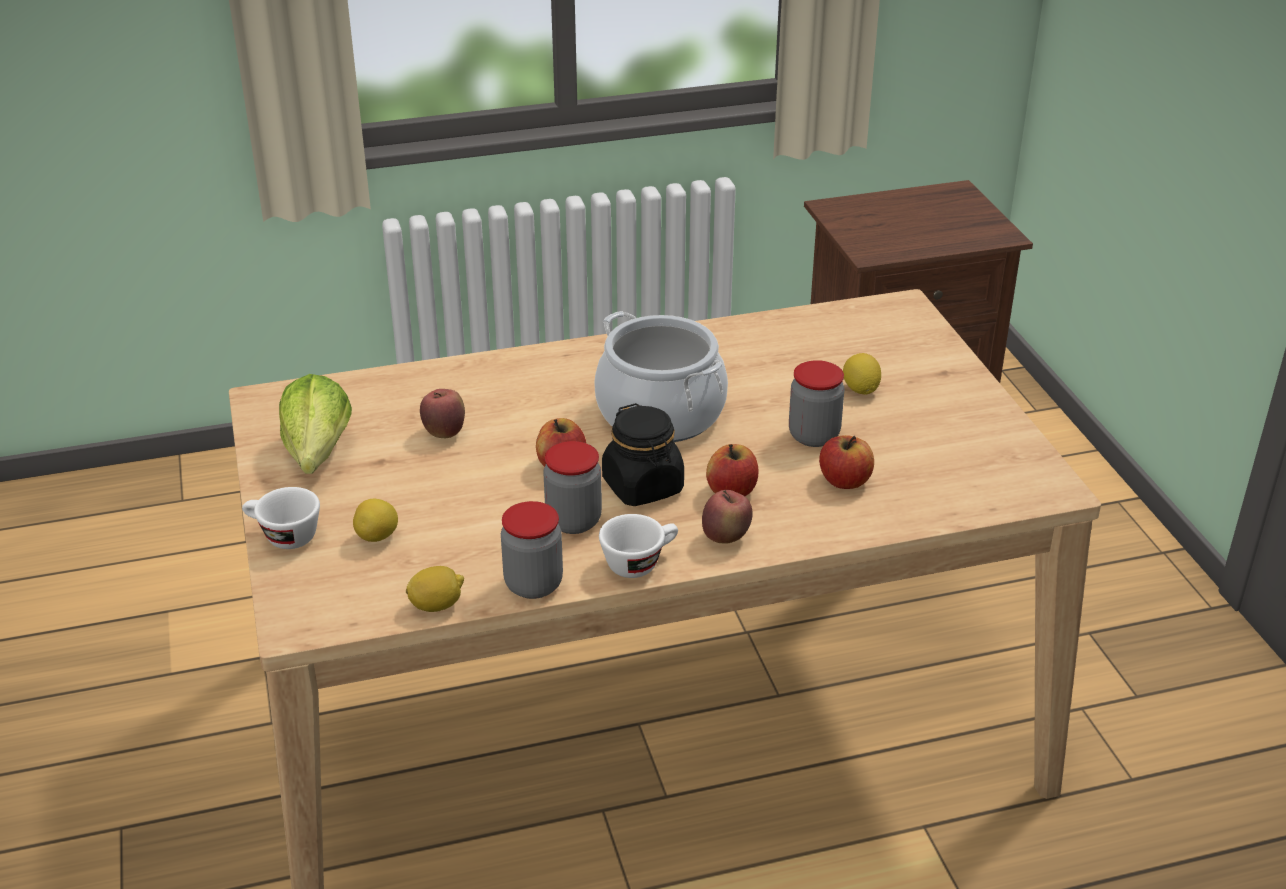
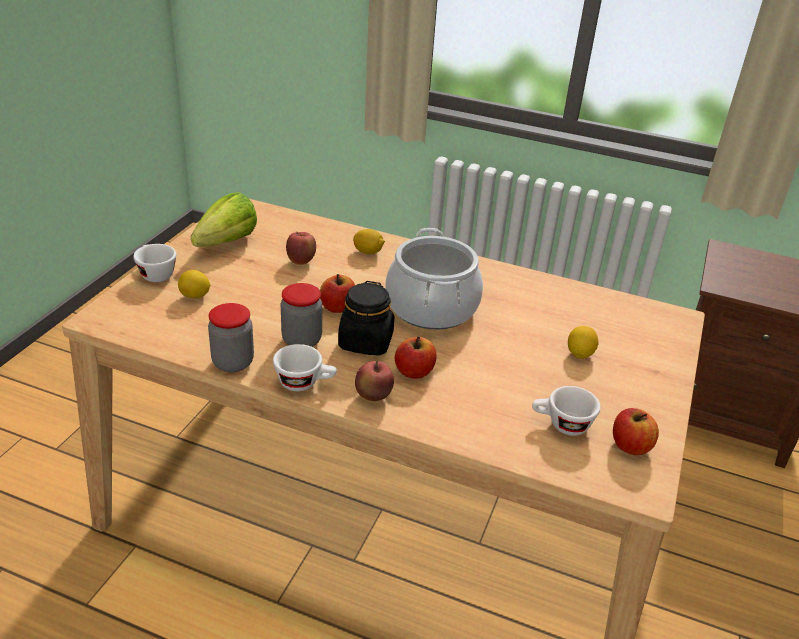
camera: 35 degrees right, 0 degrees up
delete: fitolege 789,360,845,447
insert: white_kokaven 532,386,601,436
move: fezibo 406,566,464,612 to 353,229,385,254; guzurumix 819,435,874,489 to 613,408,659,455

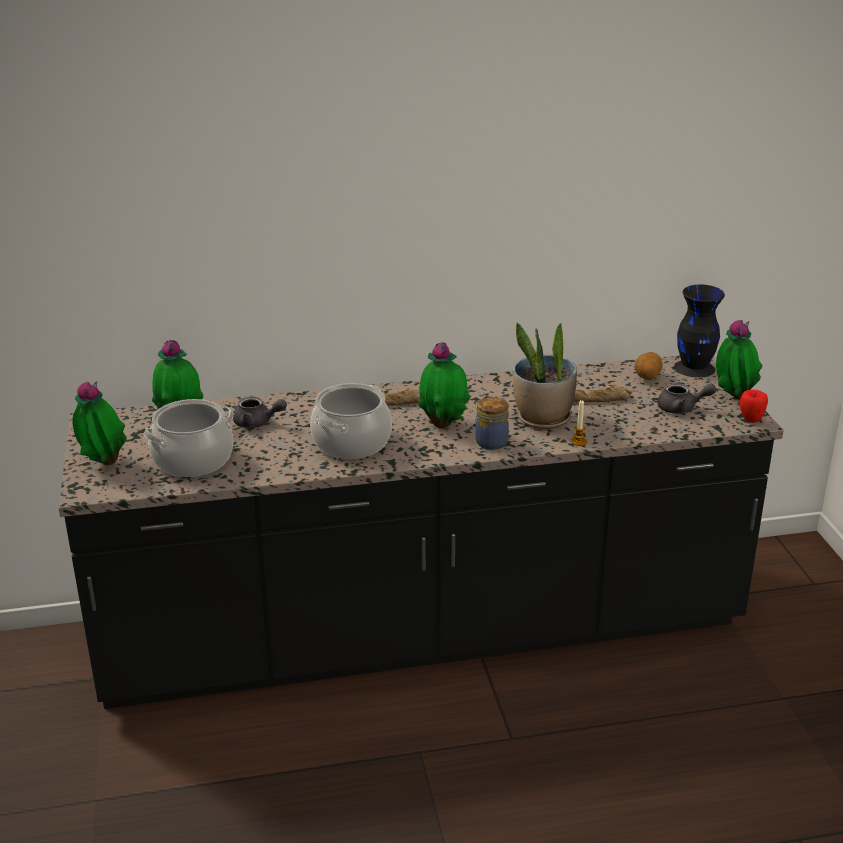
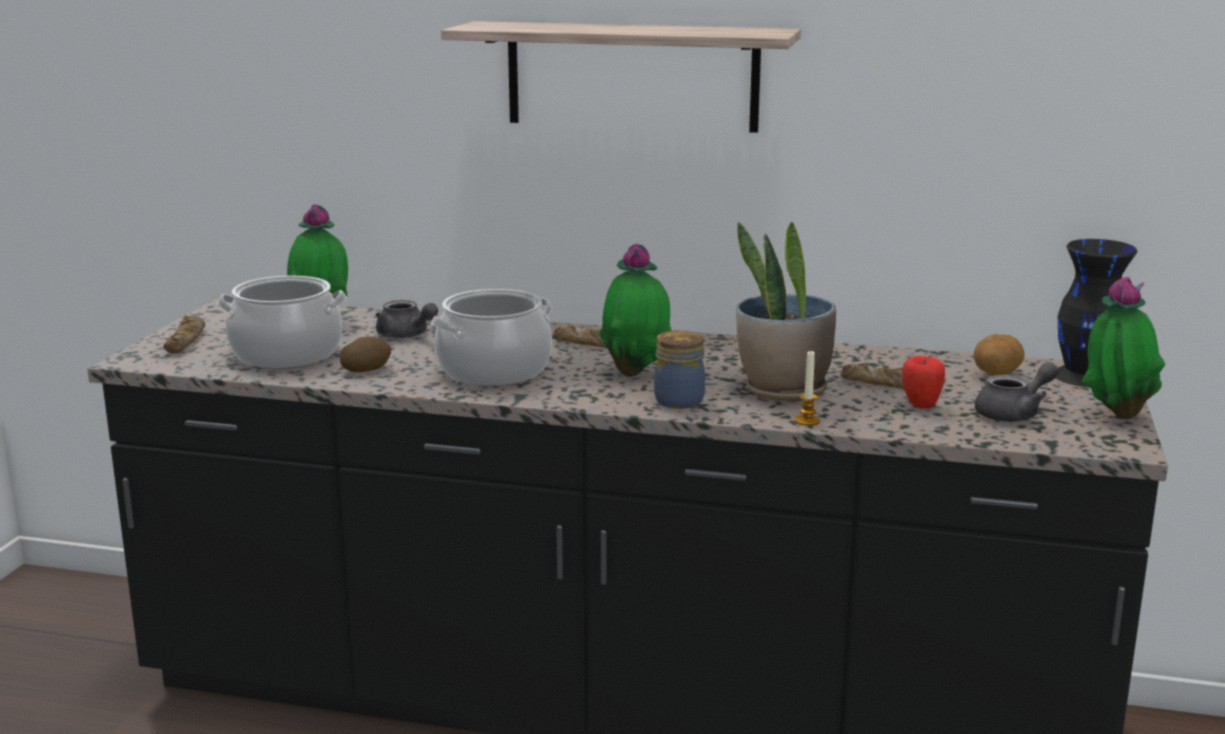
camera: 25 degrees right, 10 degrees down
insert: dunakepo 340,337,391,372; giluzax 441,21,801,133
move: guzurumix 740,390,768,423 to 902,356,945,409
replace: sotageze 72,381,127,465 to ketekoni 163,315,205,354
rotate: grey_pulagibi 657,383,716,414 = 975,362,1059,422 60 degrees counterclockwise

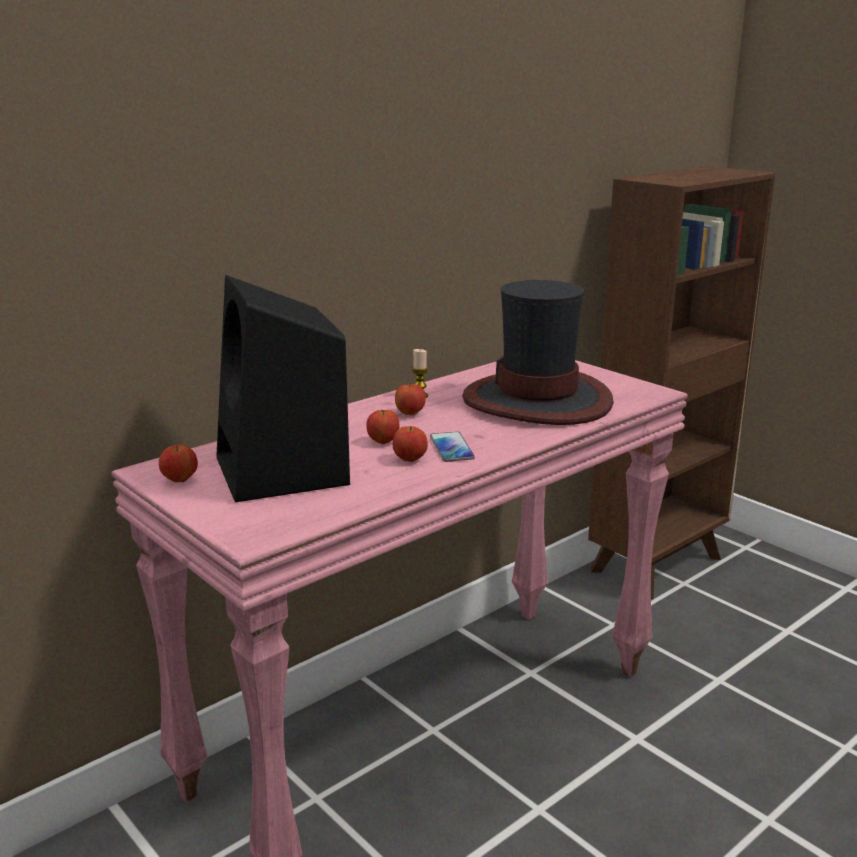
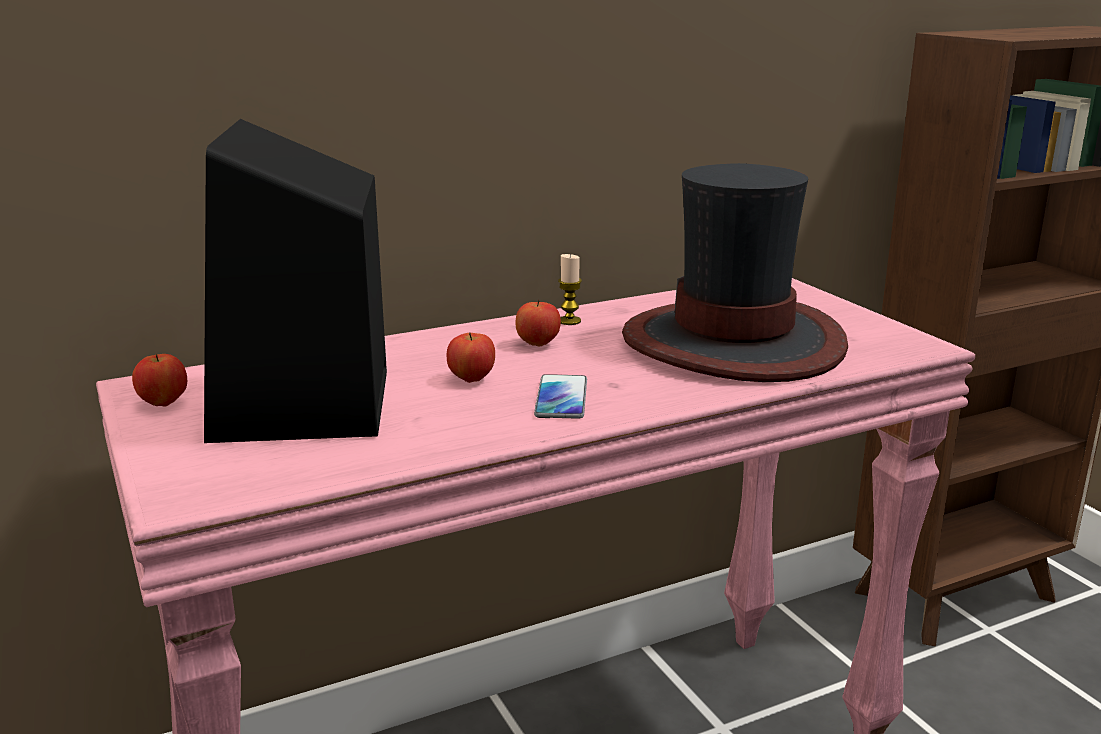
camera: 15 degrees right, 0 degrees up
delete: guzurumix 393,426,428,462

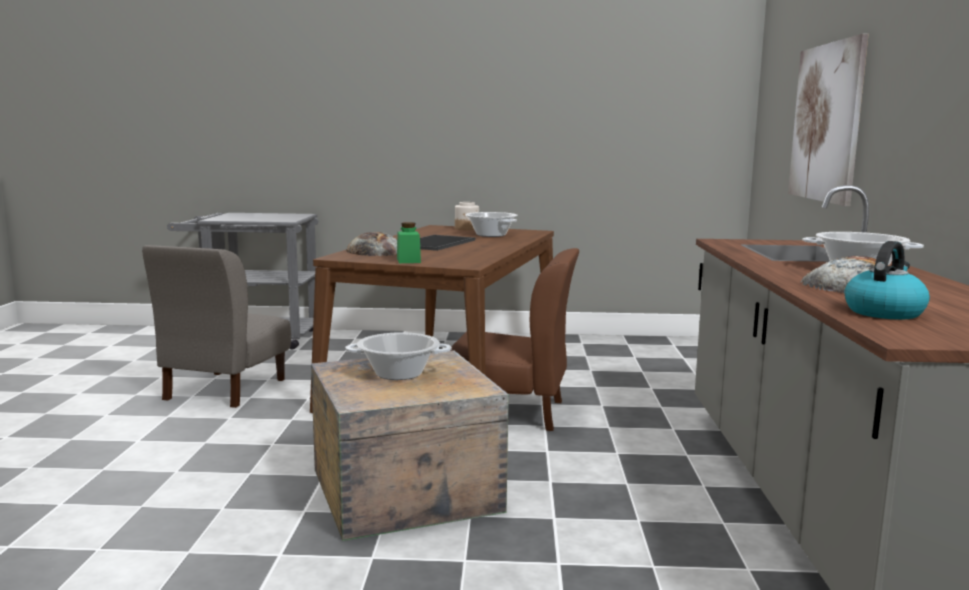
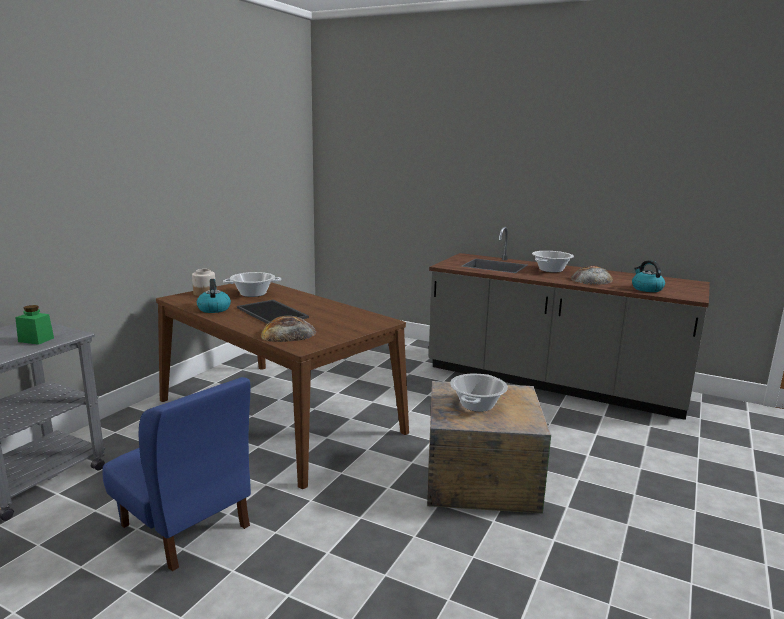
camera: 65 degrees left, 5 degrees up
delete: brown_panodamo 450,248,579,431; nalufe 788,33,868,206
insert: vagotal 197,279,231,313
move: green_fitolege 397,222,421,263 to 15,305,54,345
recolor: grey_panodamo 142,245,291,408 to blue_panodamo 103,377,251,571

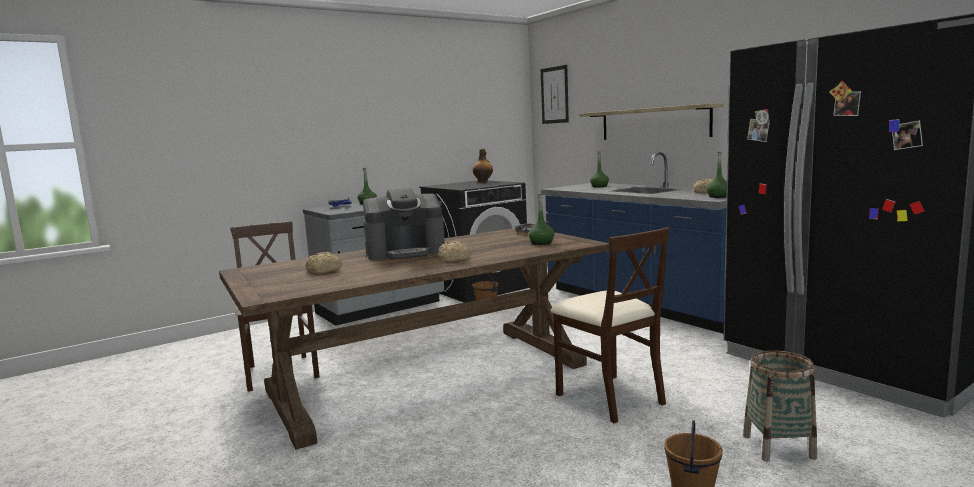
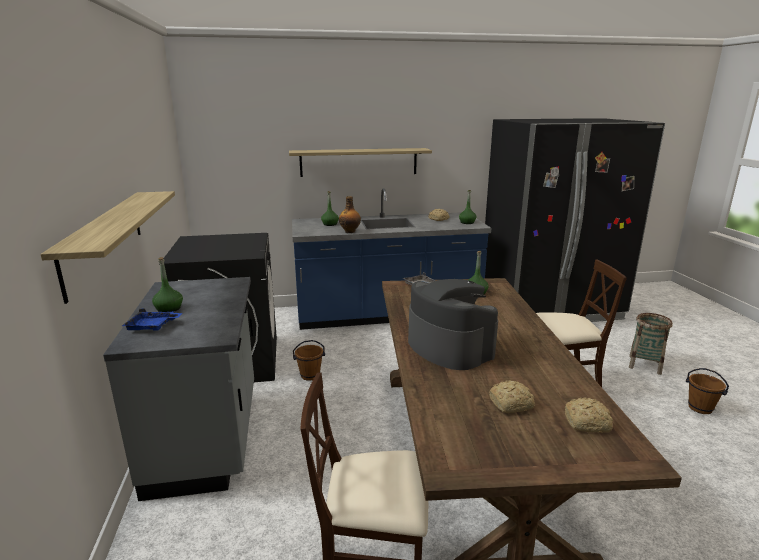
camera: 65 degrees left, 10 degrees up
delete: nalufe 541,65,569,124
insert: giluzax 40,191,175,304
move: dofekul 473,149,493,182 to 339,196,361,233; ketekoni 438,241,471,262 to 565,398,613,433
rotate: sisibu 363,188,445,260 = 408,279,498,370 45 degrees counterclockwise

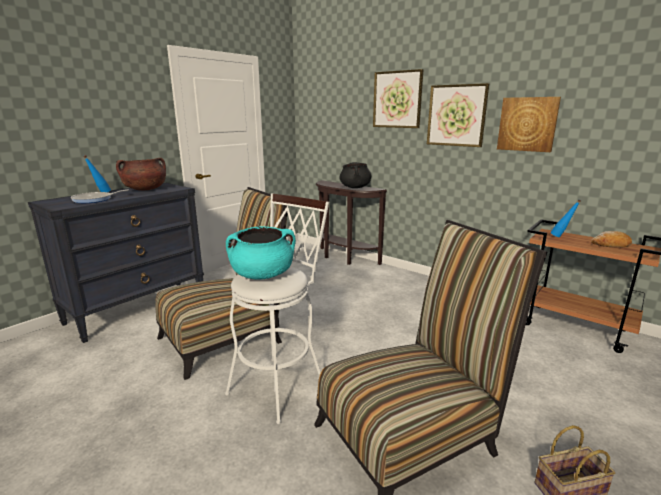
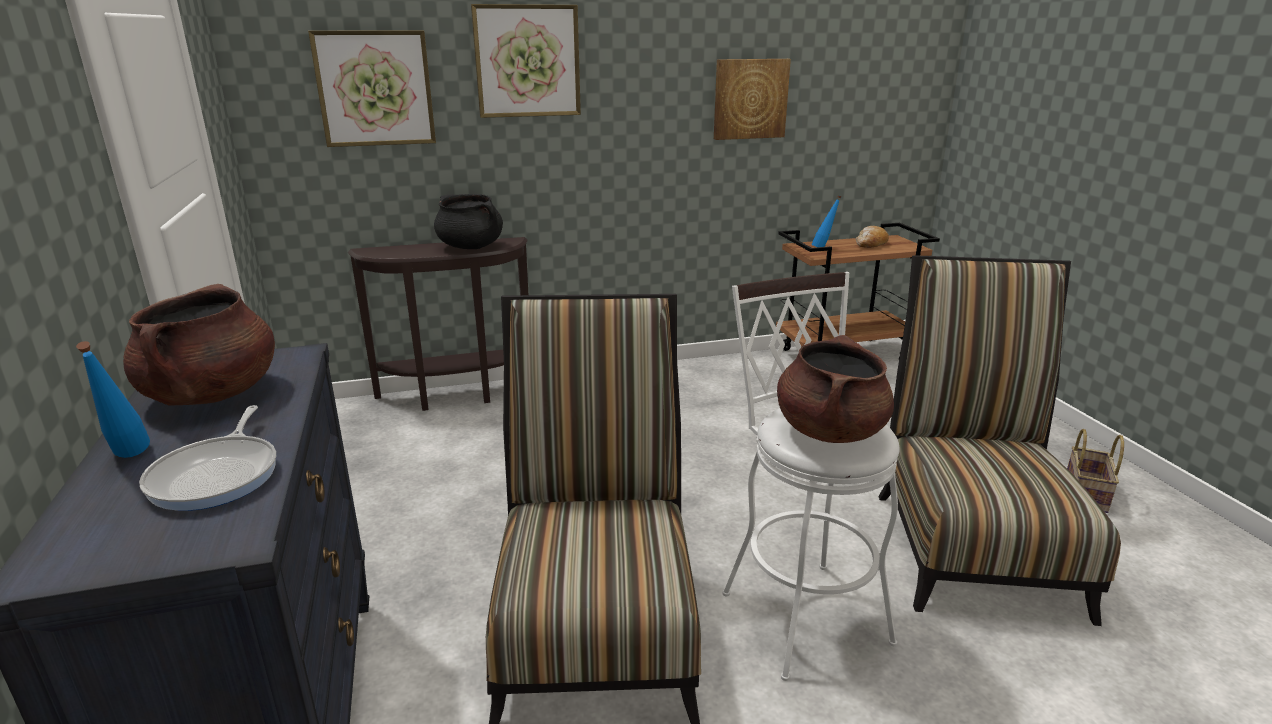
camera: 55 degrees left, 5 degrees up
move: nalufe 427,83,489,147 to 308,31,436,147
recolor: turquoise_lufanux 226,226,296,280 to brown_lufanux 777,335,894,443

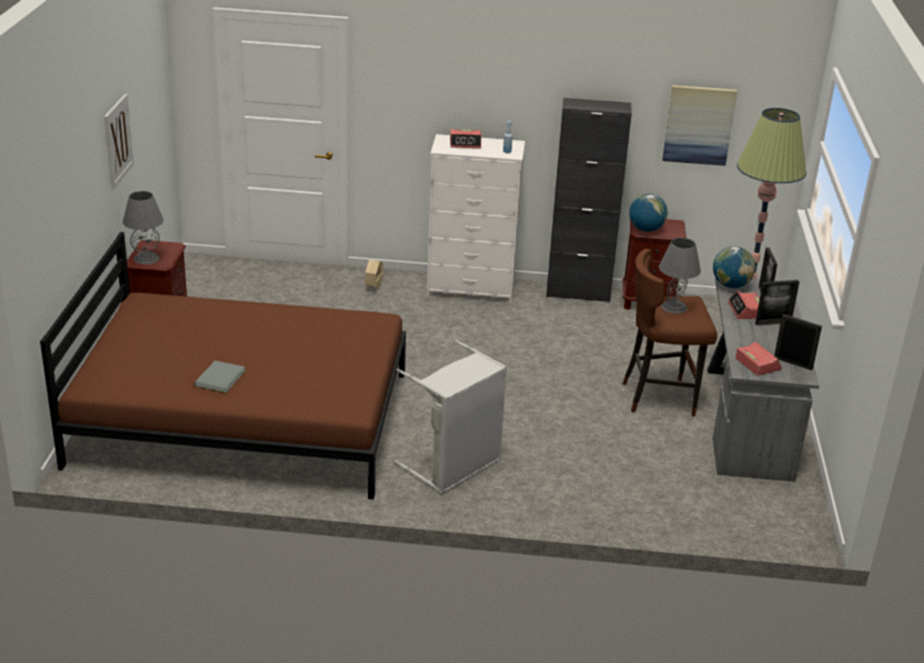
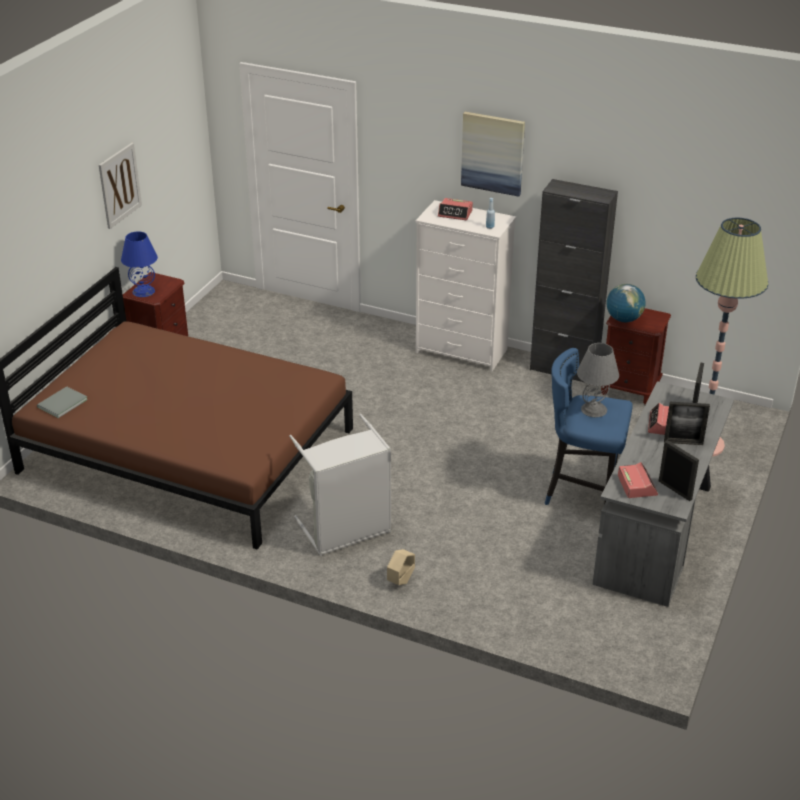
camera: 20 degrees right, 5 degrees up
delete: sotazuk 713,246,756,288
move: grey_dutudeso 194,361,246,393 to 37,386,88,418; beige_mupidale 365,259,383,288 to 387,549,415,585; nalufe 663,85,737,166 to 461,112,525,197
recolor: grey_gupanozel 123,191,164,264 to blue_gupanozel 121,231,158,297; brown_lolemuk 623,249,717,417 to blue_lolemuk 545,348,633,505

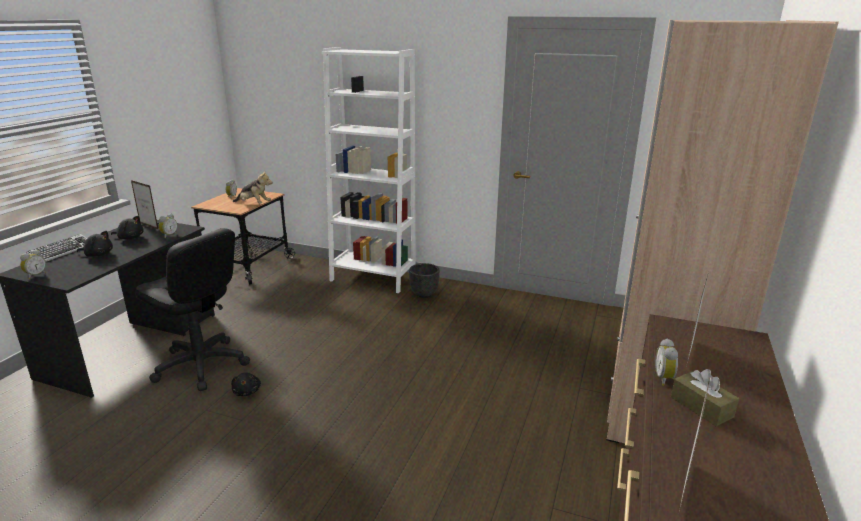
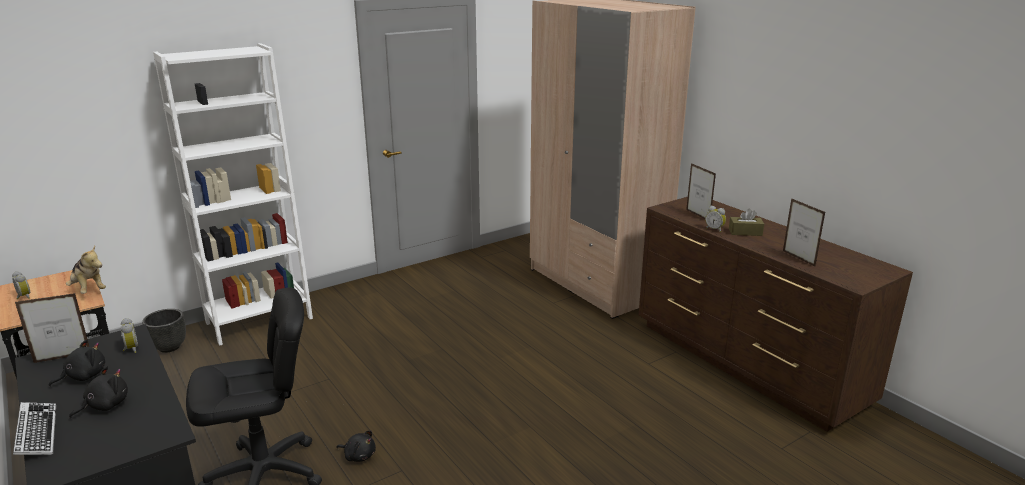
camera: 55 degrees left, 0 degrees up
delete: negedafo 20,250,46,279
move: black_mupidale 409,263,440,298 to 142,309,186,353
rotate: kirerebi 233,171,273,203 = 66,246,106,294 75 degrees clockwise

